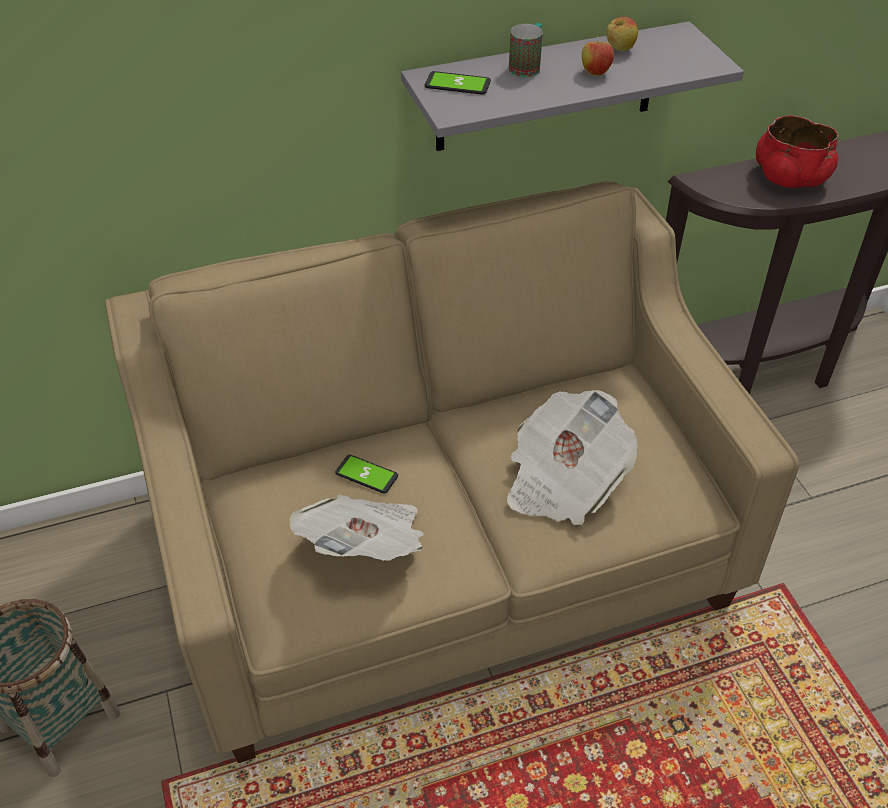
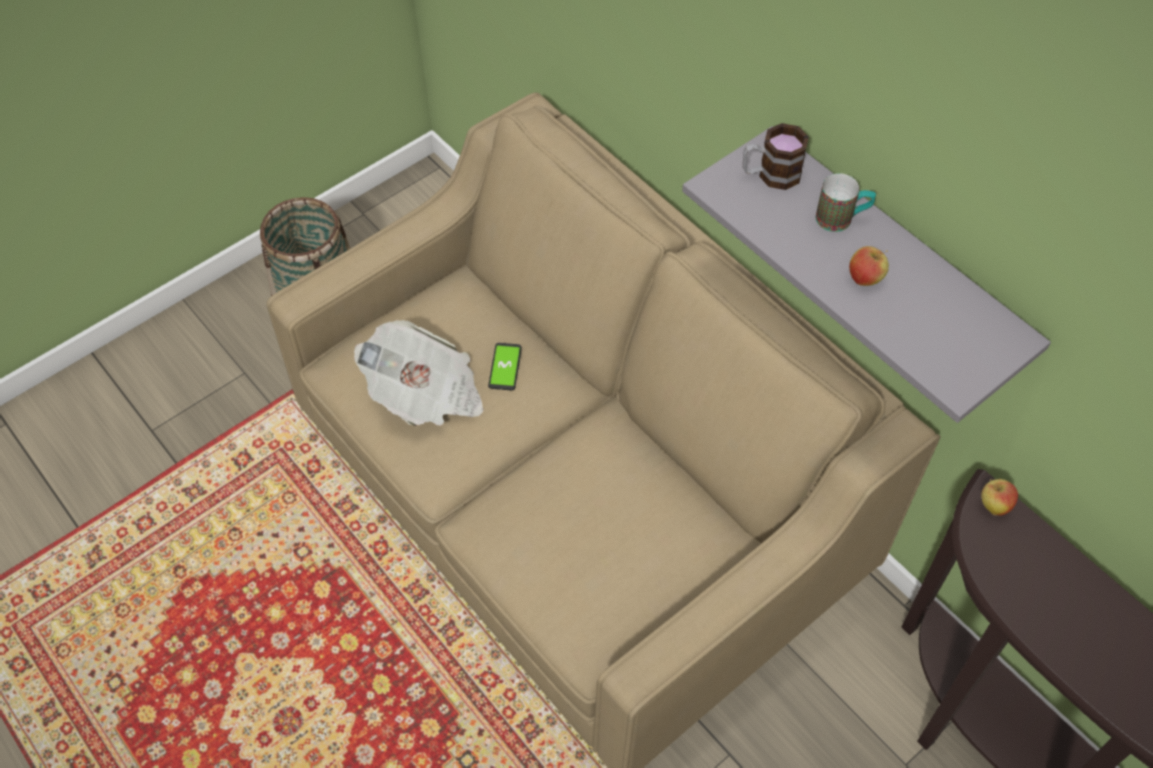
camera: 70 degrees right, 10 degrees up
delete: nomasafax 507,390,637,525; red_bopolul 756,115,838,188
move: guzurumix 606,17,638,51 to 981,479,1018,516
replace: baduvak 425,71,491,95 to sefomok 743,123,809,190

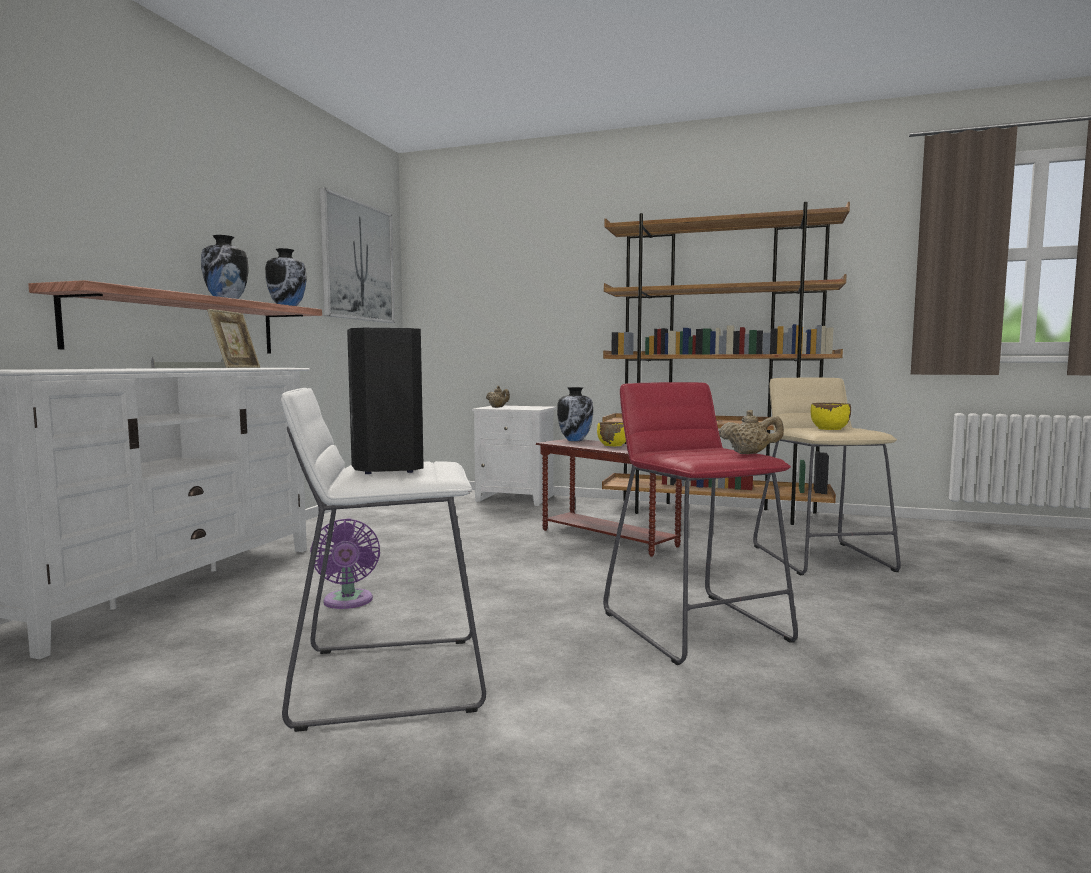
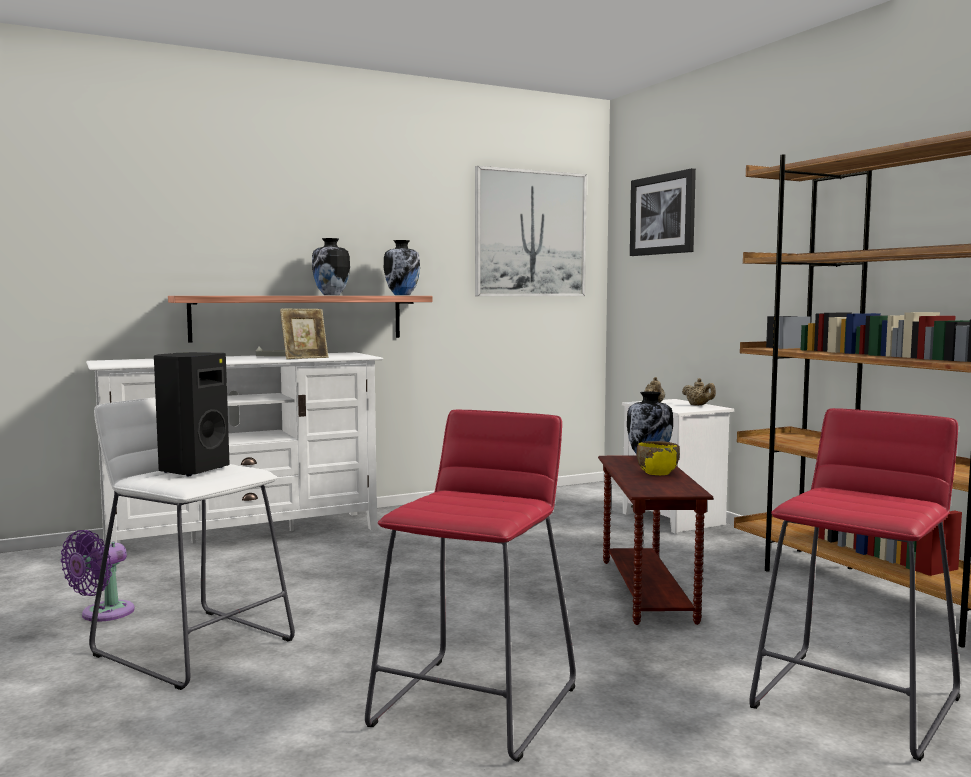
camera: 45 degrees right, 0 degrees up
delete: yellow_bopolul 811,403,851,430
insert: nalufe 630,168,696,256
move: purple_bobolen 310,518,380,609 to 61,530,135,622; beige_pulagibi 719,410,784,454 to 682,378,716,405
recolor: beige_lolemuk 753,377,901,576 to red_lolemuk 749,408,960,761

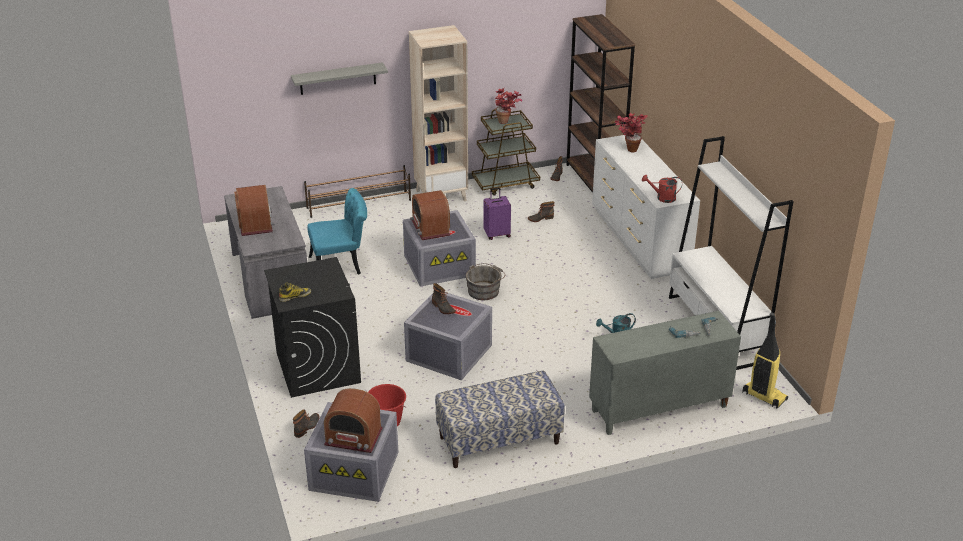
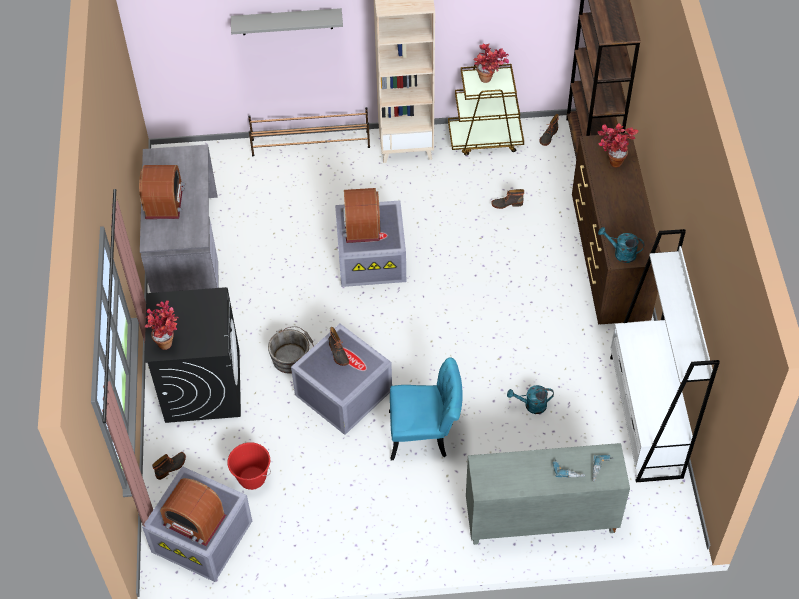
camera: 15 degrees right, 20 degrees up
delete: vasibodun 435,371,565,468; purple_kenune 483,187,511,240; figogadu 742,313,788,409
move: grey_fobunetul 466,263,505,300 to 268,326,314,374; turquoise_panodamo 308,188,367,275 to 389,358,463,460
replace: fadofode 279,283,311,302 to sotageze 145,300,178,350
recolor: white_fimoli 592,133,700,279 to brown_fimoli 572,133,661,324; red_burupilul 642,175,682,203 to turquoise_burupilul 598,227,645,263

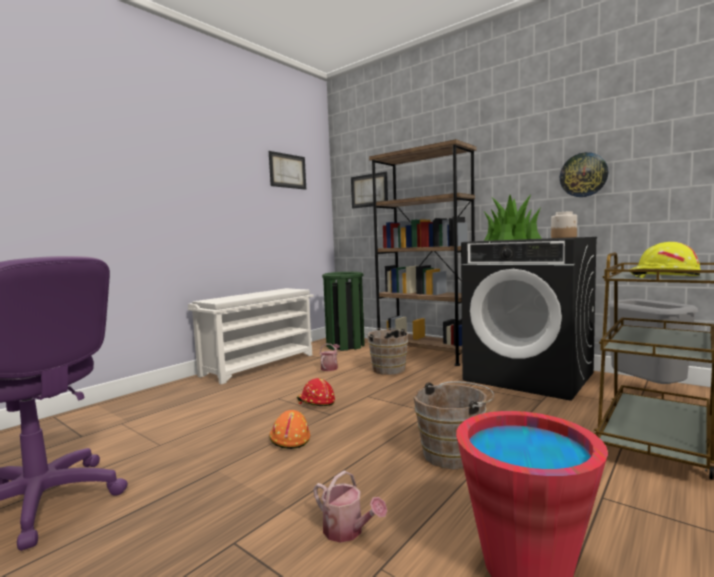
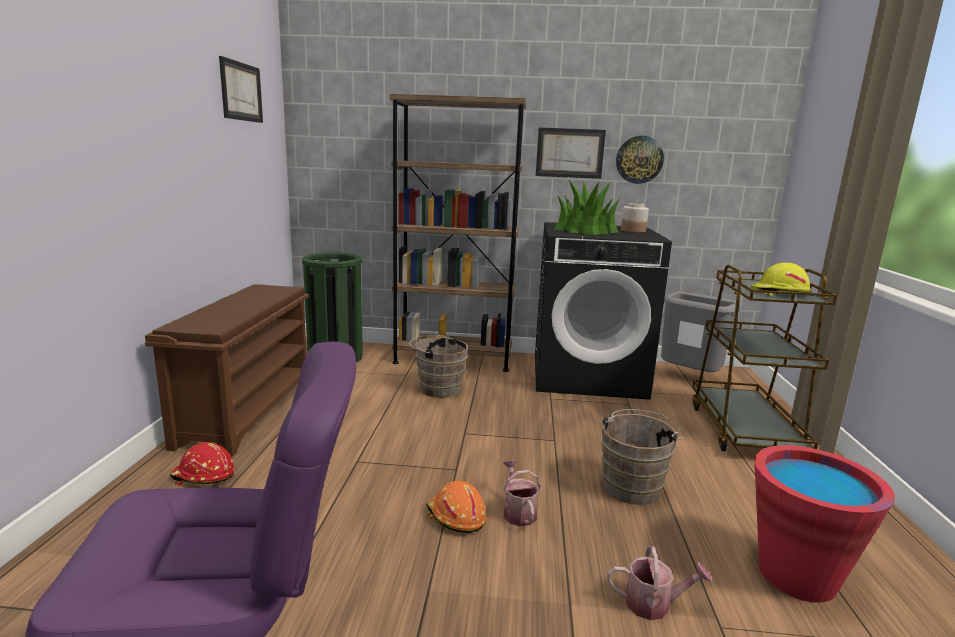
camera: 35 degrees left, 10 degrees up
move: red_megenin 297,378,335,406 to 170,442,235,486; burupilul 320,344,340,371 to 503,460,541,526; nalufe 351,172,388,208 to 536,128,606,179
recolor: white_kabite 188,288,314,384 to brown_kabite 145,284,309,457

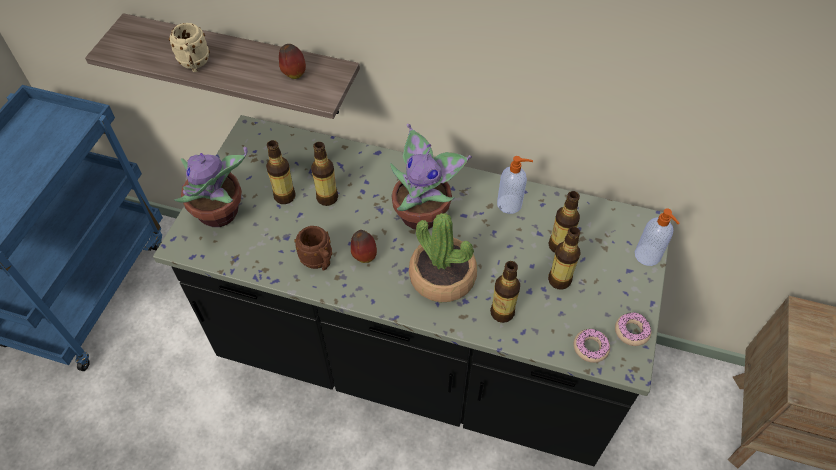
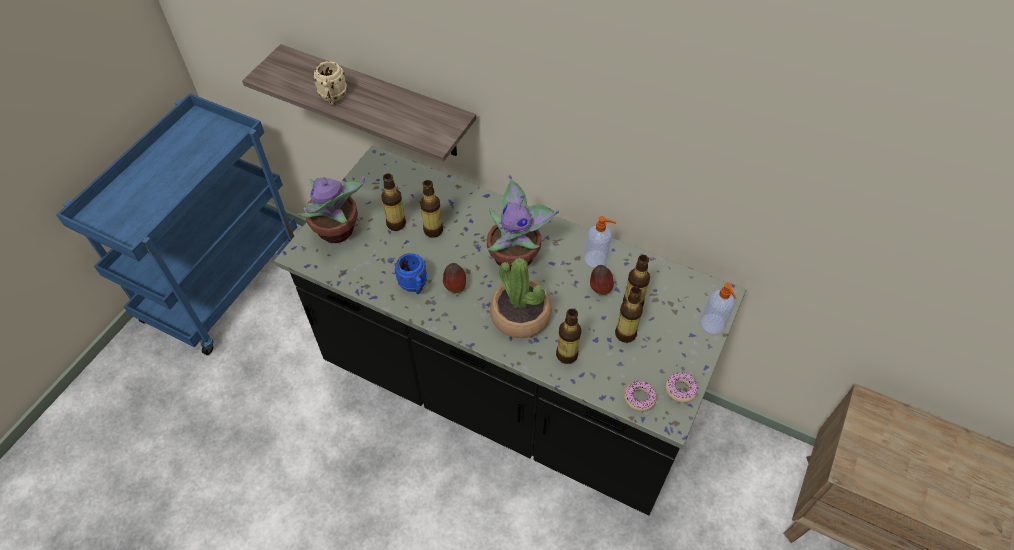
camera: 10 degrees right, 0 degrees up
move: guzurumix 279,44,306,79 to 590,265,614,295
recolor: brown_sefomok 294,226,332,271 to blue_sefomok 395,253,427,294

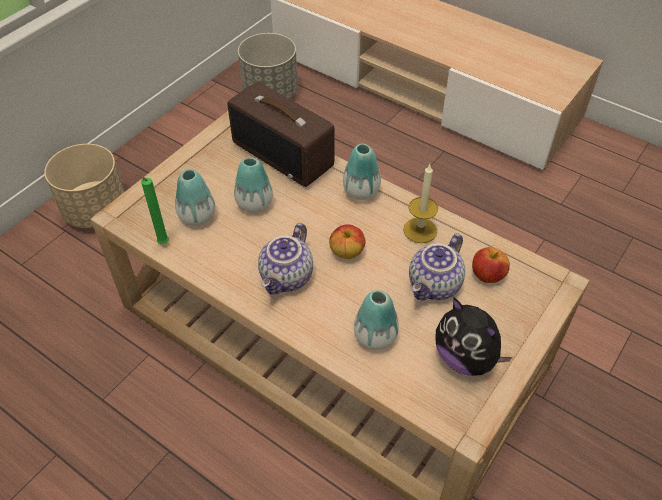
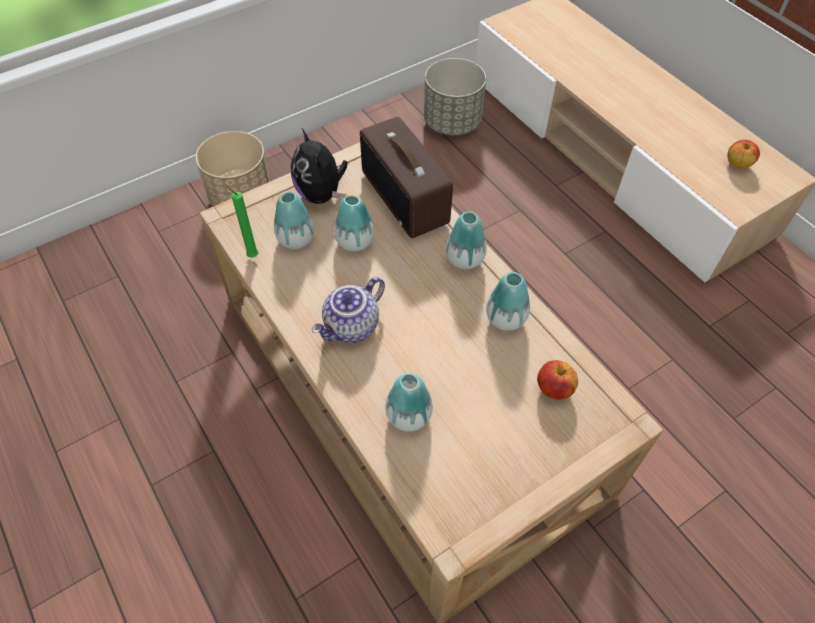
camera: 20 degrees right, 5 degrees up
delete: pulagibi 409,234,465,300
move: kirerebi 435,297,513,376 to 291,129,348,204; guzurumix 329,224,366,259 to 727,140,760,169
replace: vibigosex 403,164,438,243 to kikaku 486,272,530,331

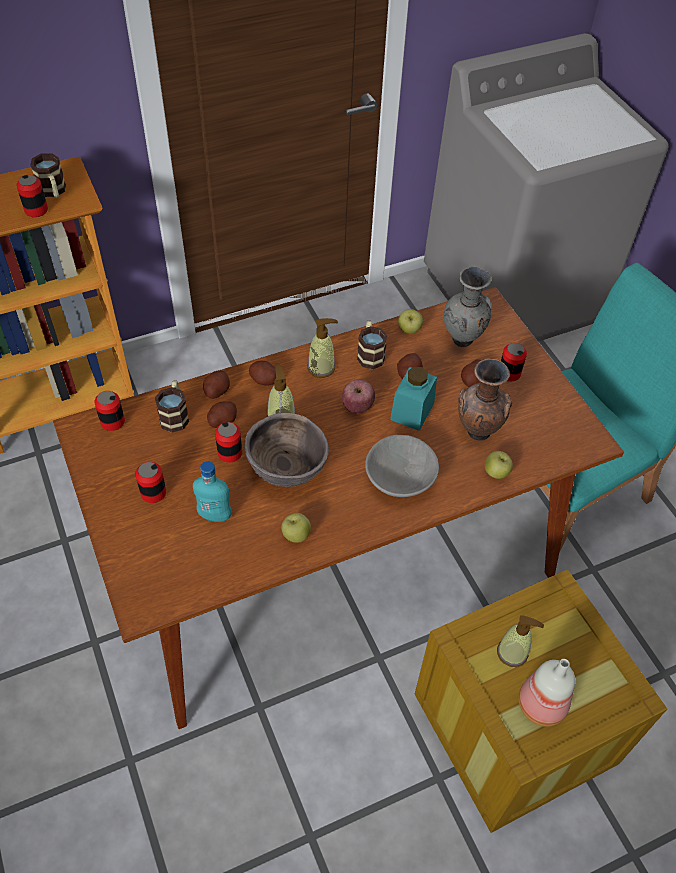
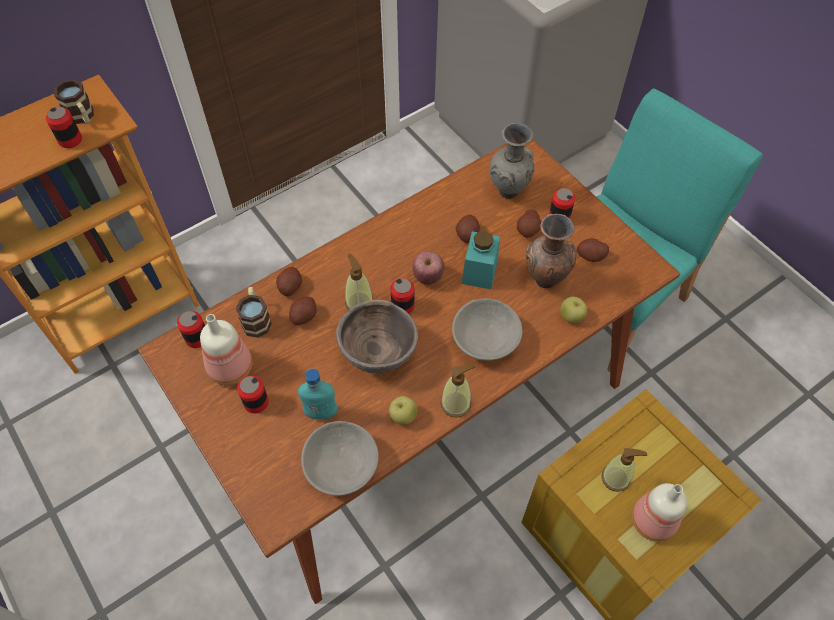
camera: 10 degrees left, 5 degrees up
delete: sefomok 357,320,387,369; guzurumix 398,309,423,334
insert: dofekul 200,314,252,385; grey_bopolul 301,421,379,496
move: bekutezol 215,422,242,463 to 390,278,415,314; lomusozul 307,318,338,378 to 440,364,475,418; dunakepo 249,360,276,386 to 577,238,609,262

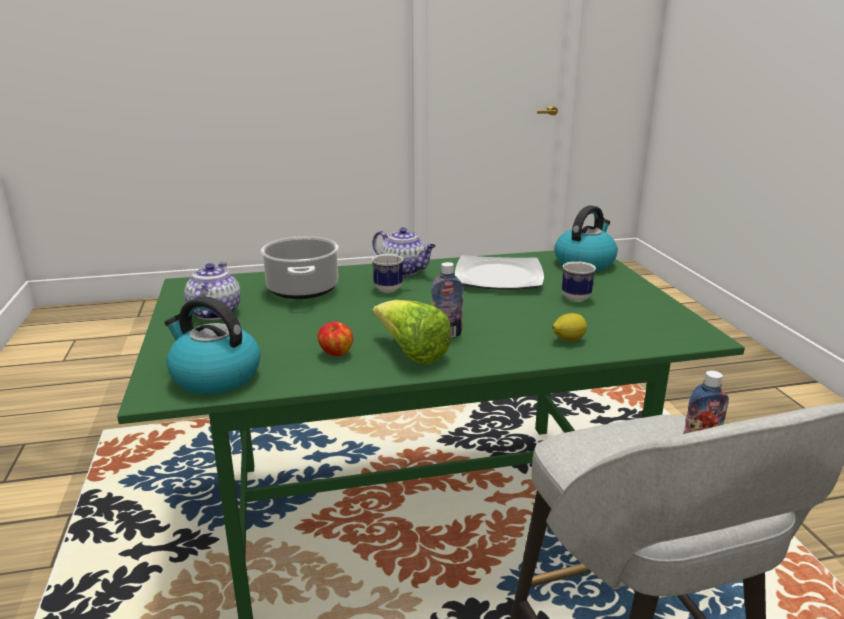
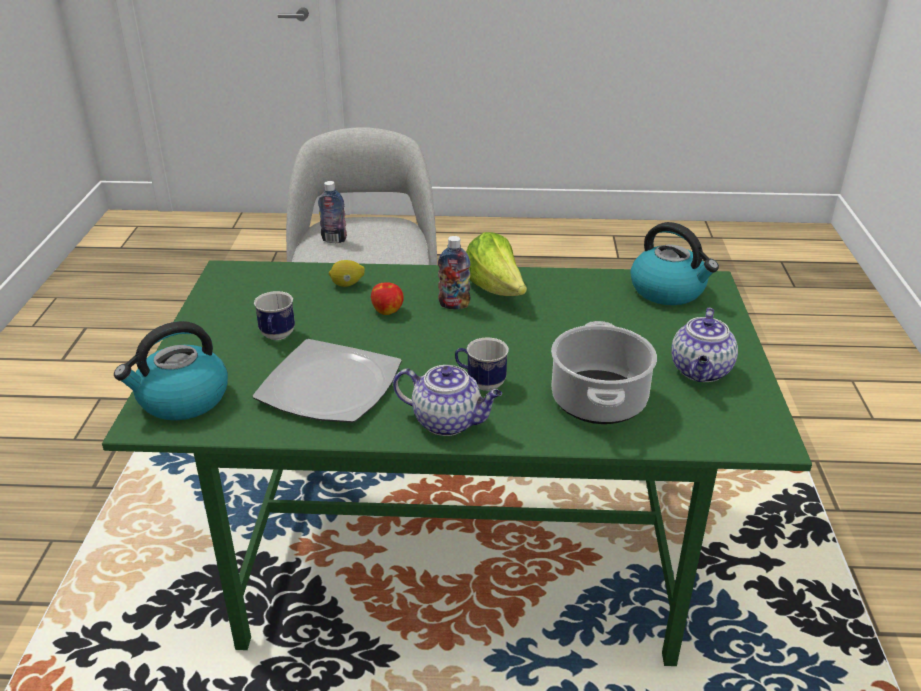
camera: 165 degrees left, 10 degrees up
move: guzurumix 318,321,353,356 to 371,283,404,315
rotate: pulagibi 373,227,436,275 = 393,365,502,436 150 degrees clockwise

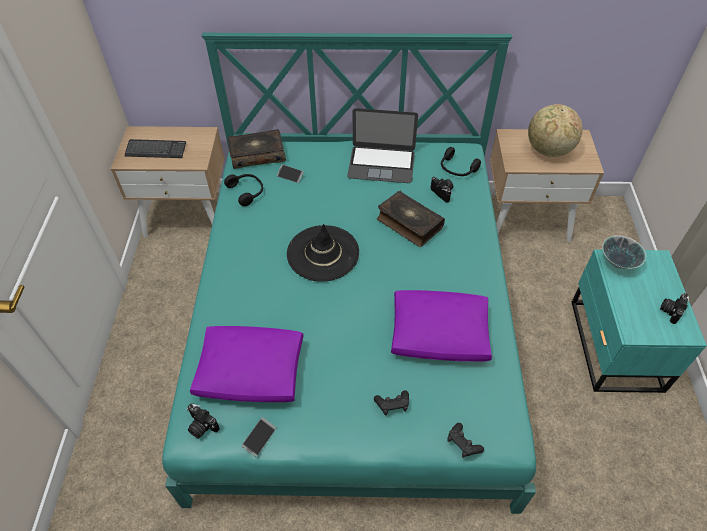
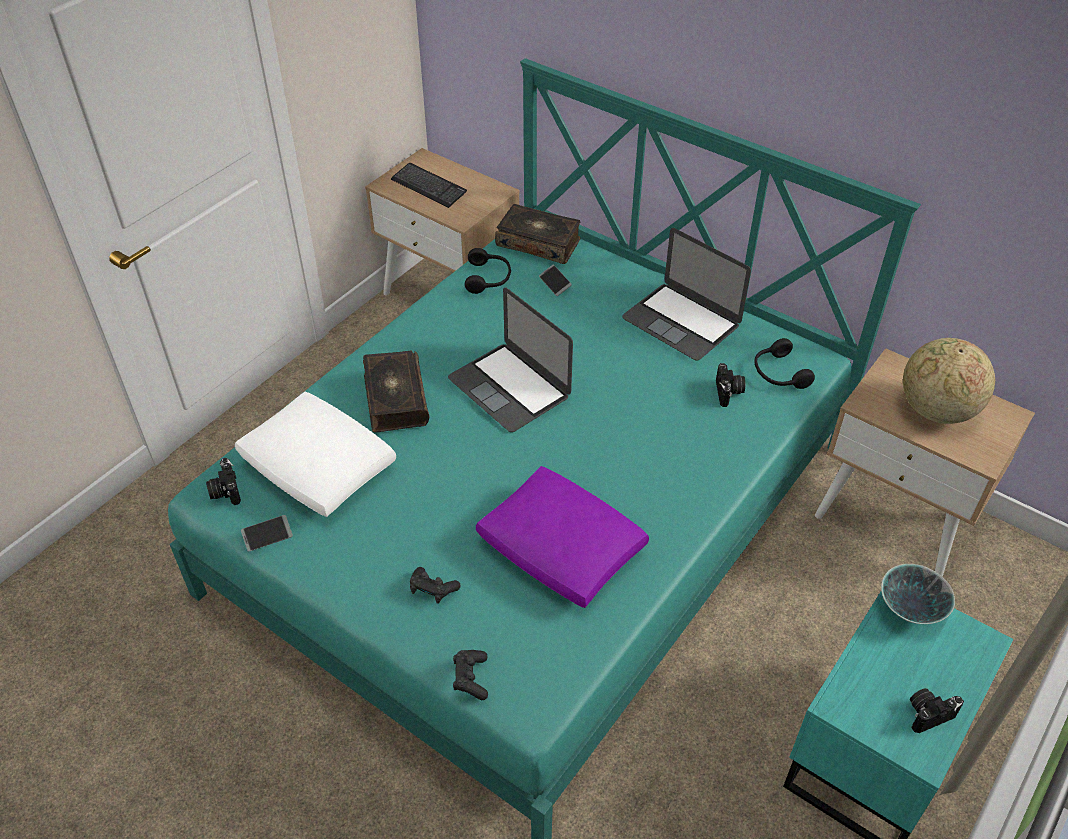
camera: 35 degrees right, 5 degrees down
move: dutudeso 377,191,445,247 to 363,350,429,432
replace: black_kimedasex 287,224,359,282 to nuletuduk 448,287,573,432
recolor: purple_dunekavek 190,326,304,402 to white_dunekavek 235,392,396,517

